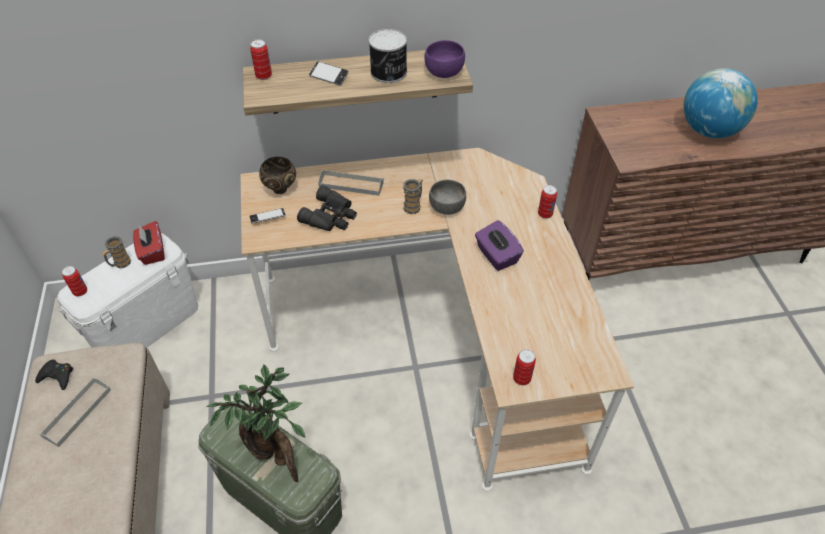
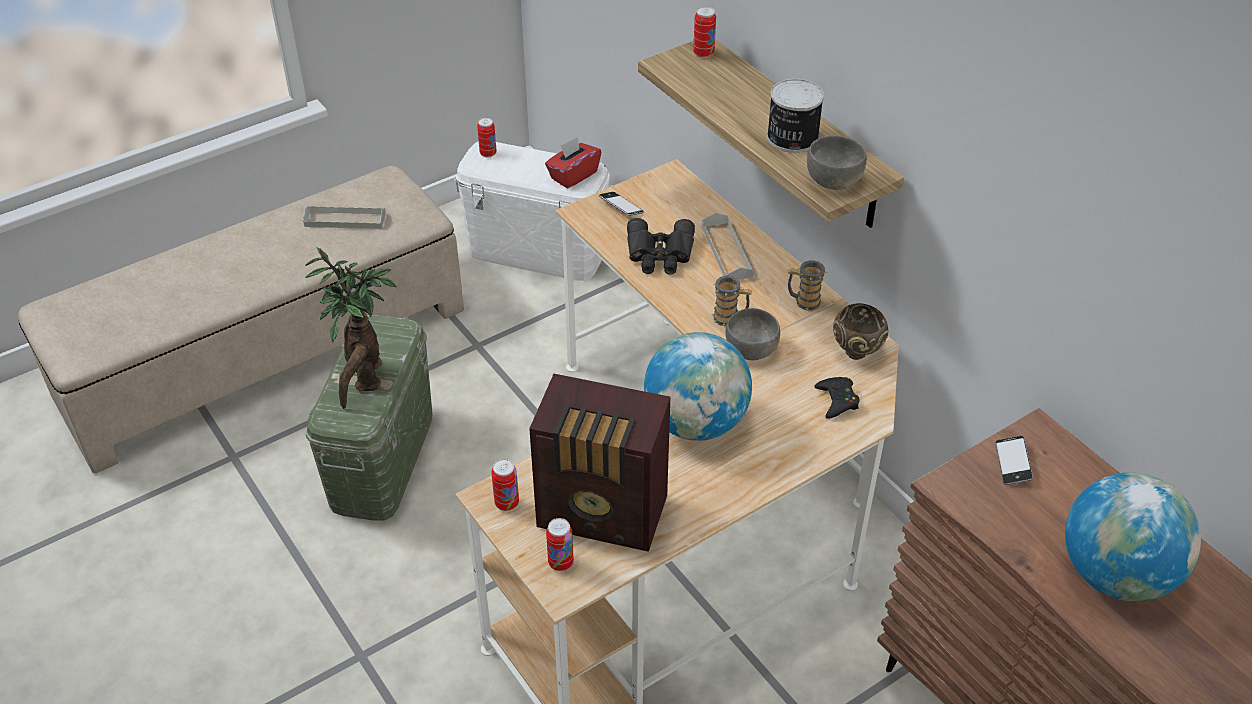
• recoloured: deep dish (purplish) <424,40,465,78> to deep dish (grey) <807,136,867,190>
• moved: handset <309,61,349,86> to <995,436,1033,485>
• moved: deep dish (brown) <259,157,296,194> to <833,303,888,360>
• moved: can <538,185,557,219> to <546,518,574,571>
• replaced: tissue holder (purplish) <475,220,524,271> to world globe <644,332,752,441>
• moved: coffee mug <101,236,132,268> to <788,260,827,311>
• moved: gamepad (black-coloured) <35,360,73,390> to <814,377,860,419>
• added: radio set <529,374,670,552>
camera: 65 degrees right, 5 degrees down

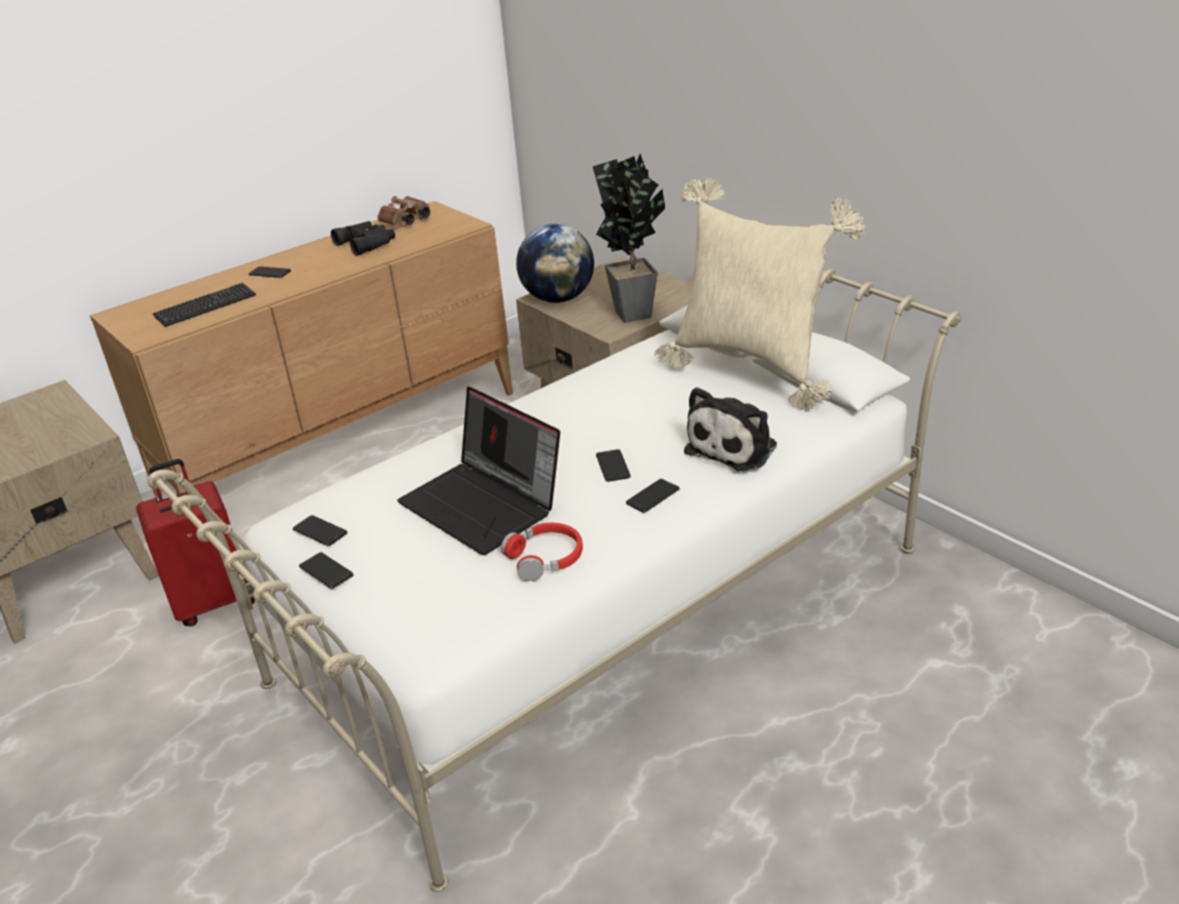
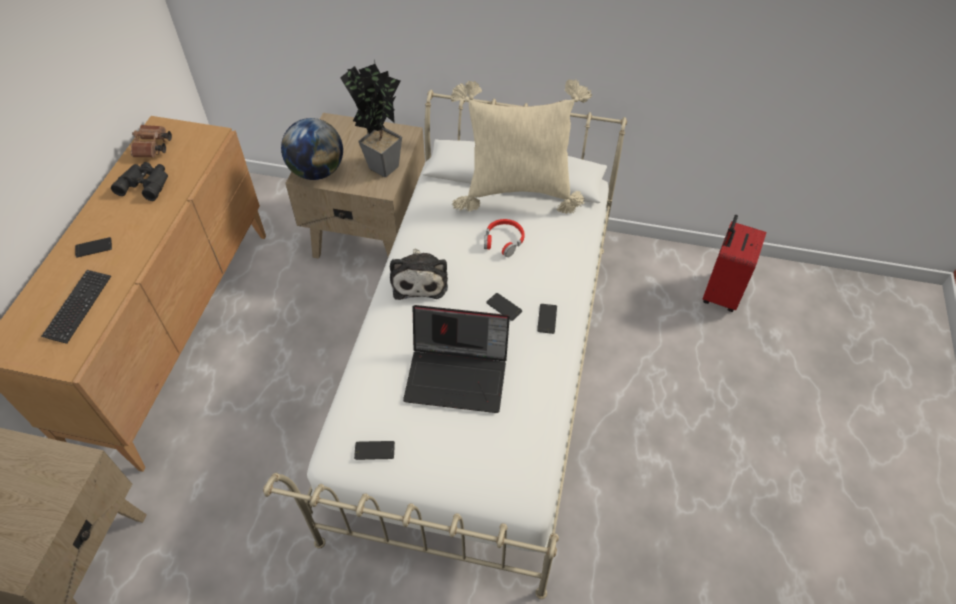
• moved: plush toy <684,387,777,471> to <390,249,448,300>
• moved: piece of luggage (red) <136,459,255,626> to <703,215,766,312>
• moved: headset (red) <501,523,583,581> to <484,219,525,257>
• removed: handset <299,552,353,589>
camera: 40 degrees left, 20 degrees up

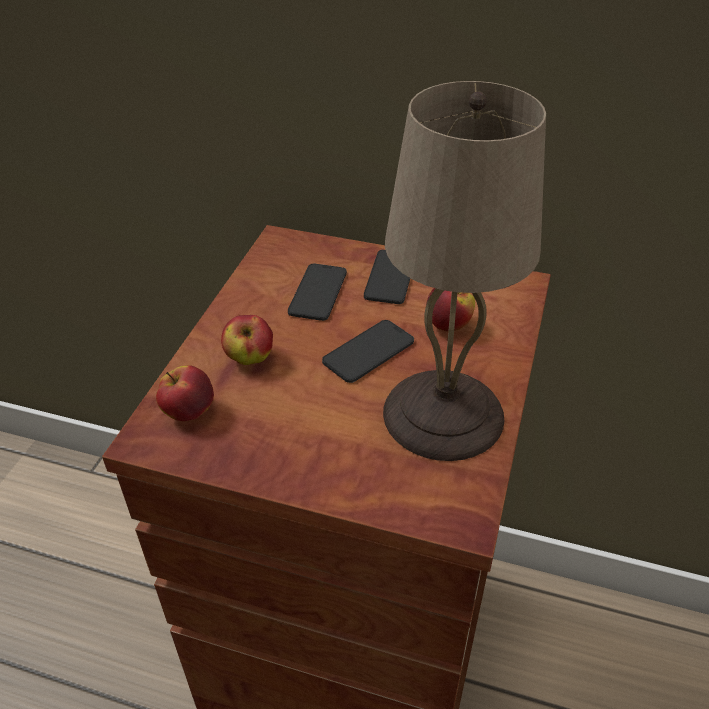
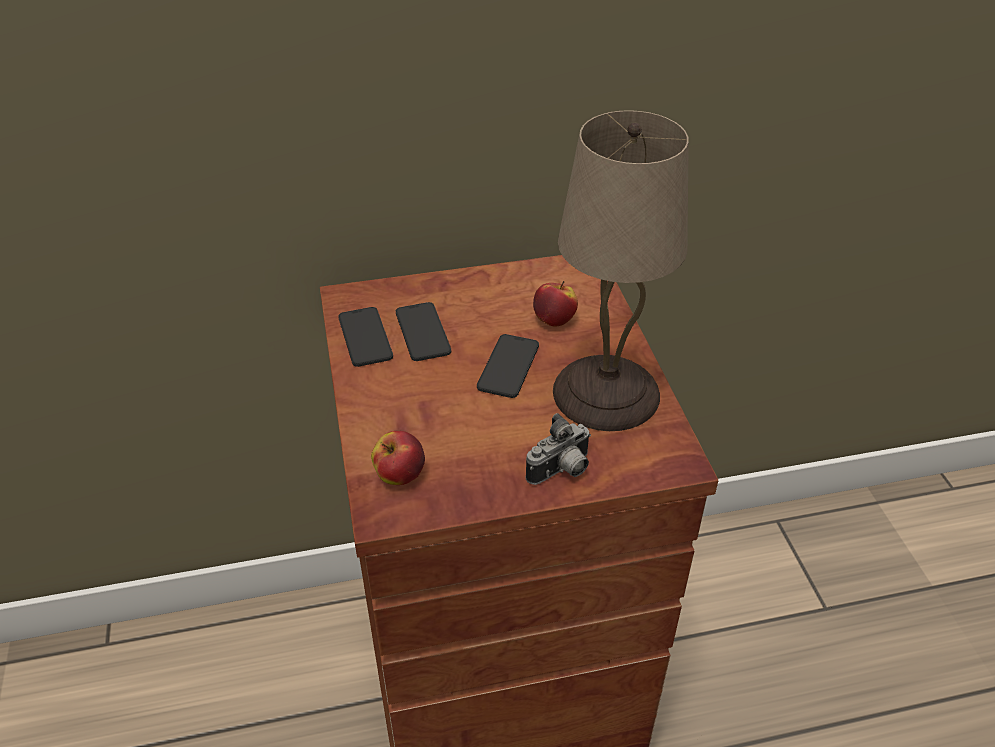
• moved: handset <364,250,410,304> to <338,307,393,367>
• removed: whole apple <221,315,273,365>
• added: photo camera <526,413,591,485>
camera: 30 degrees left, 0 degrees up

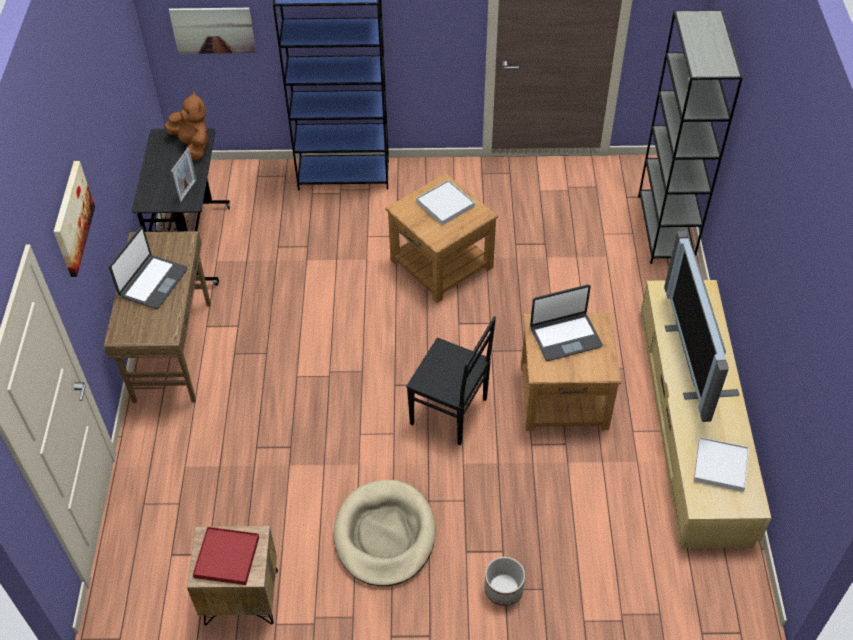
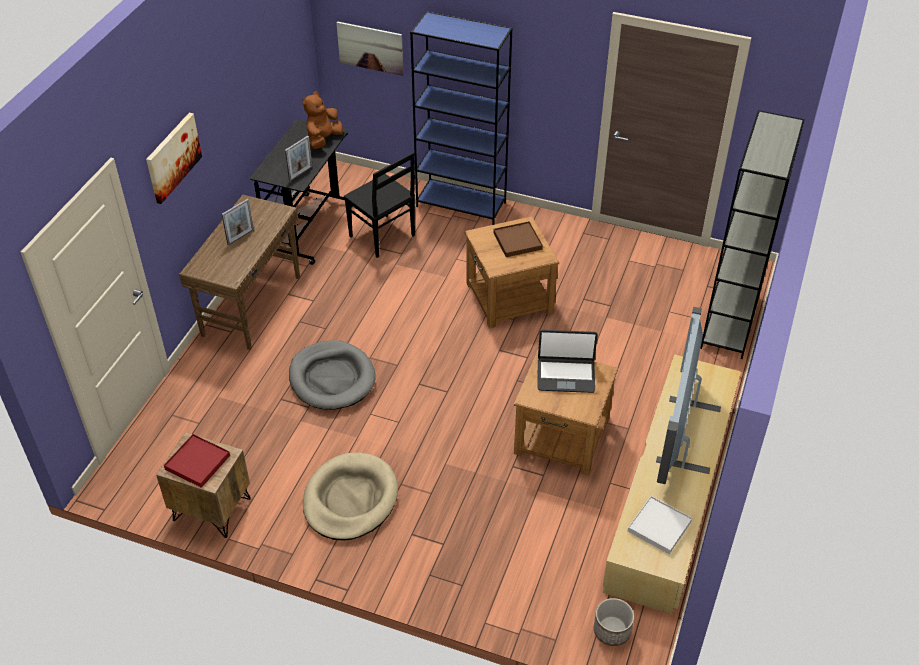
• turned: plush toy (brown) <164,91,209,160> = <302,91,343,149> 135 degrees counterclockwise
• recoloured: serving tray (white-coloured) <416,180,475,225> to serving tray (brown) <493,221,543,257>
• replaced: notebook computer <109,226,188,309> to standing frame <222,199,254,246>
• moved: upright chair (black-coloured) <406,316,496,445> to <344,152,415,258>
• moved: planter <484,557,525,606> to <594,598,634,646>
• added: dog bed (grey) <289,340,376,410>
camera: 20 degrees right, 5 degrees down

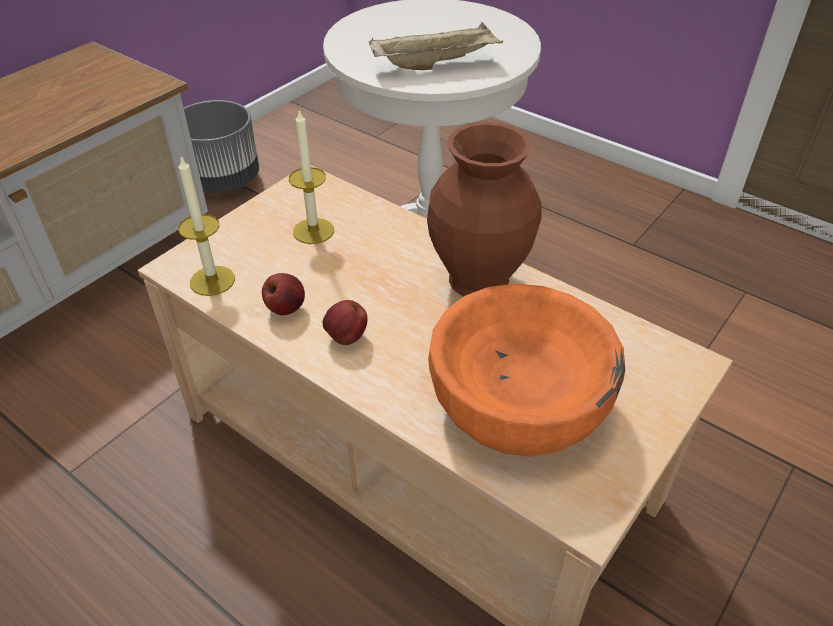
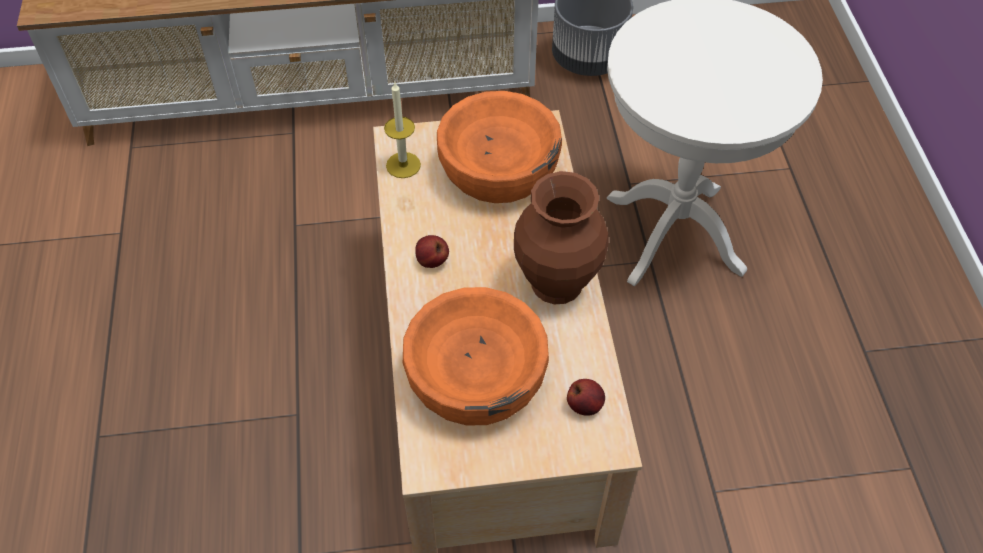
• removed: serving tray (beige) <369,22,503,70>
• replaced: wax candle <289,110,334,244> to deep dish (orange) <437,91,562,203>
• moved: whole apple <262,273,305,315> to <567,379,605,416>
camera: 45 degrees right, 10 degrees up

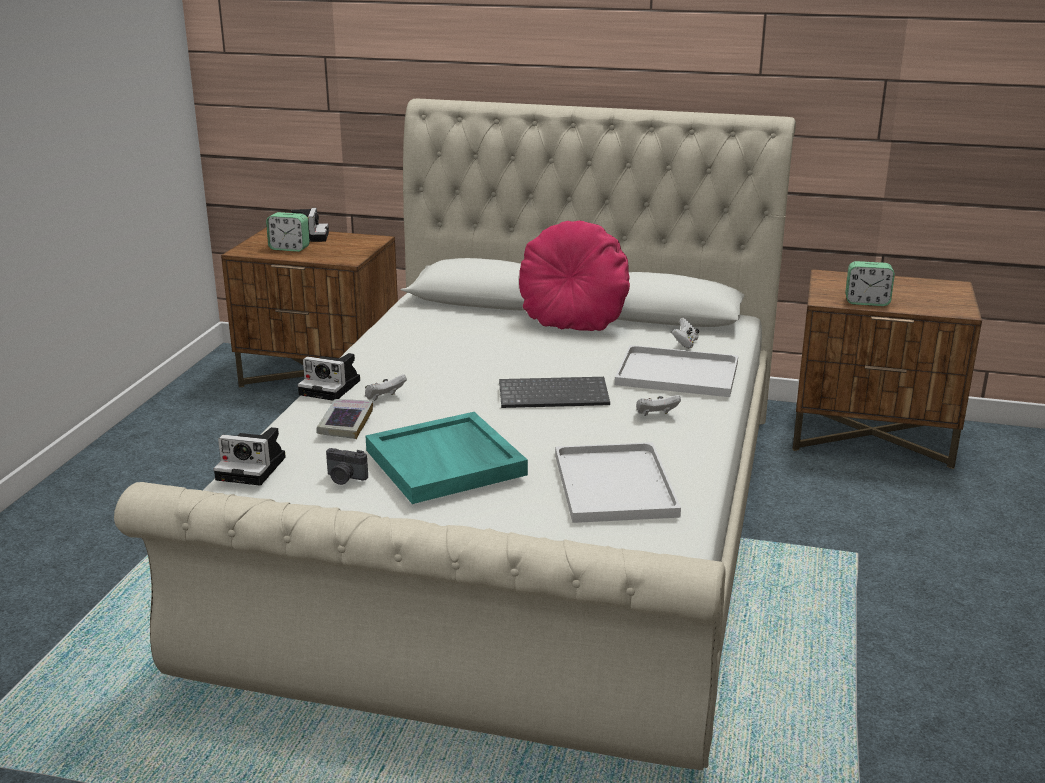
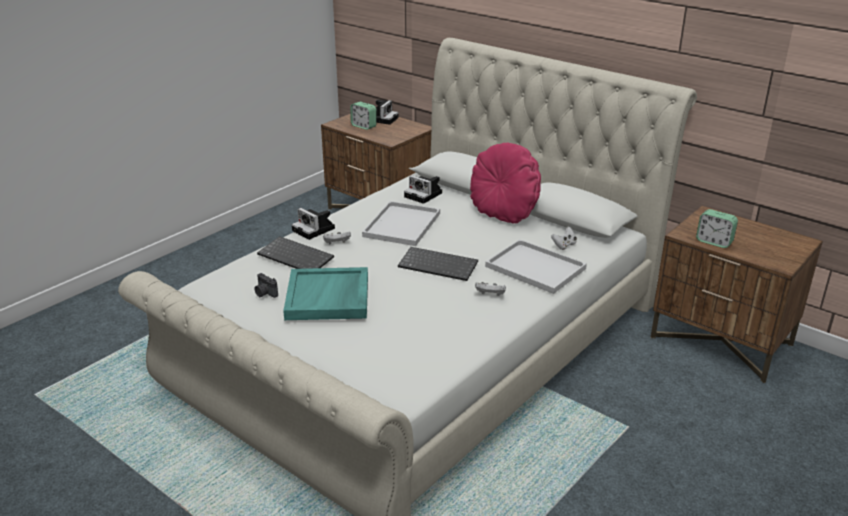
• replaced: volume <317,399,373,439> to keyboard <257,236,334,269>
• moved: photo camera <214,427,286,486> to <404,175,442,204>
• moved: serving tray (white-coloured) <555,442,681,523> to <362,201,440,246>
camera: 25 degrees right, 5 degrees up

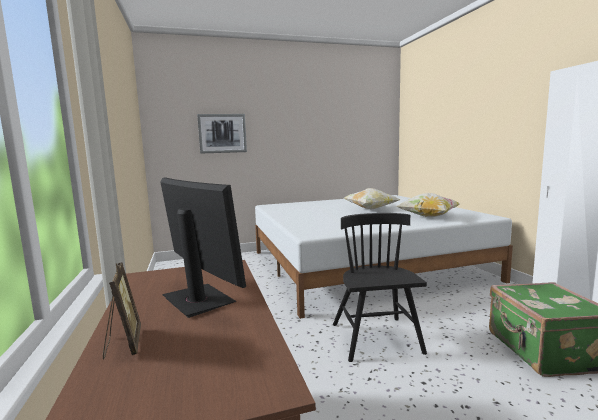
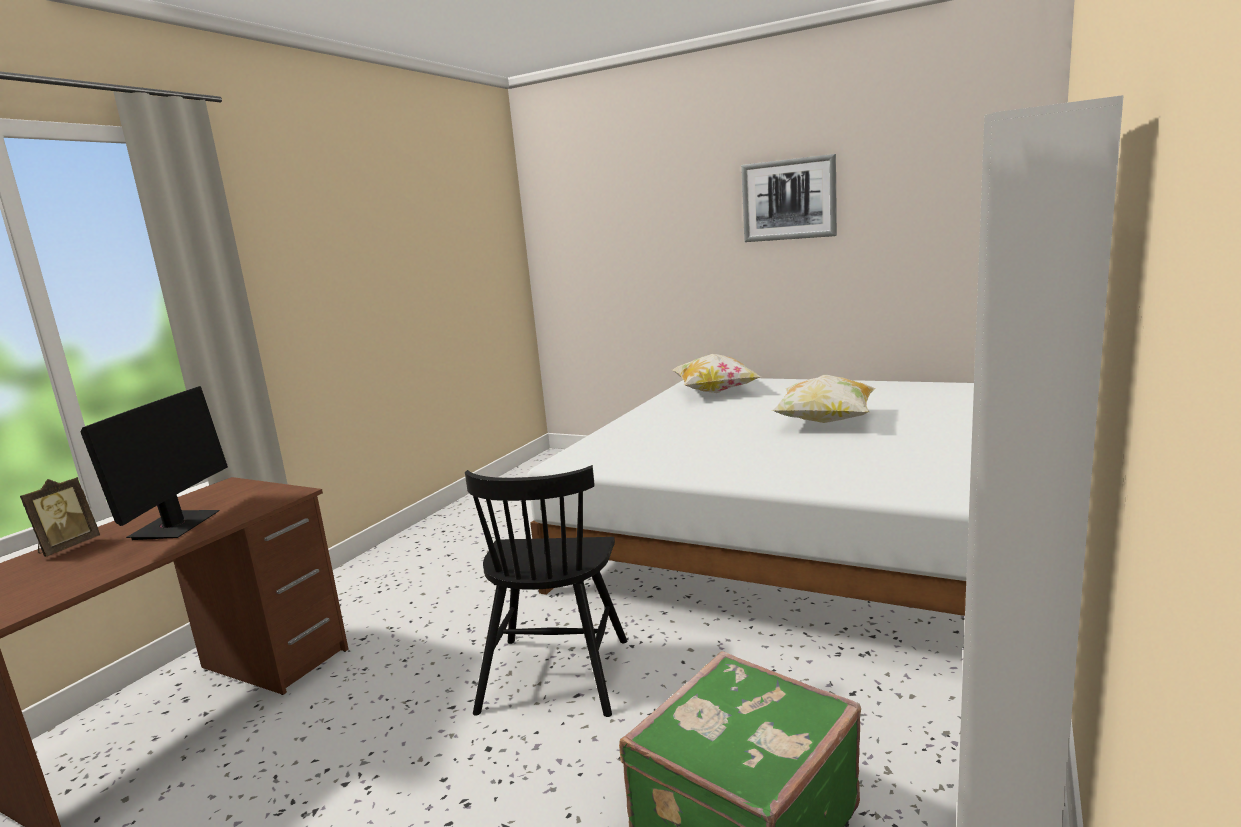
• moved: picture <197,114,247,154> to <741,154,837,242>
• moved: cushion <396,193,460,217> to <673,354,761,393>
• turned: upright chair (black-coloured) <333,213,427,362> = <465,465,627,717> 150 degrees clockwise
camera: 45 degrees right, 5 degrees up

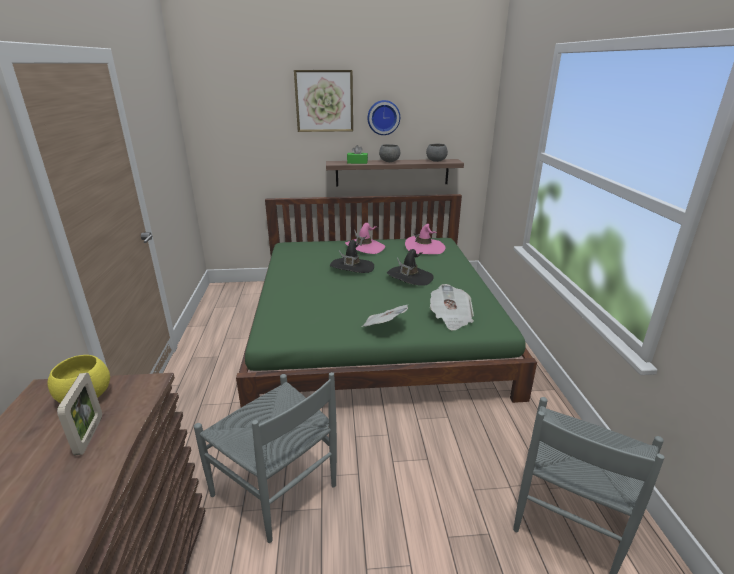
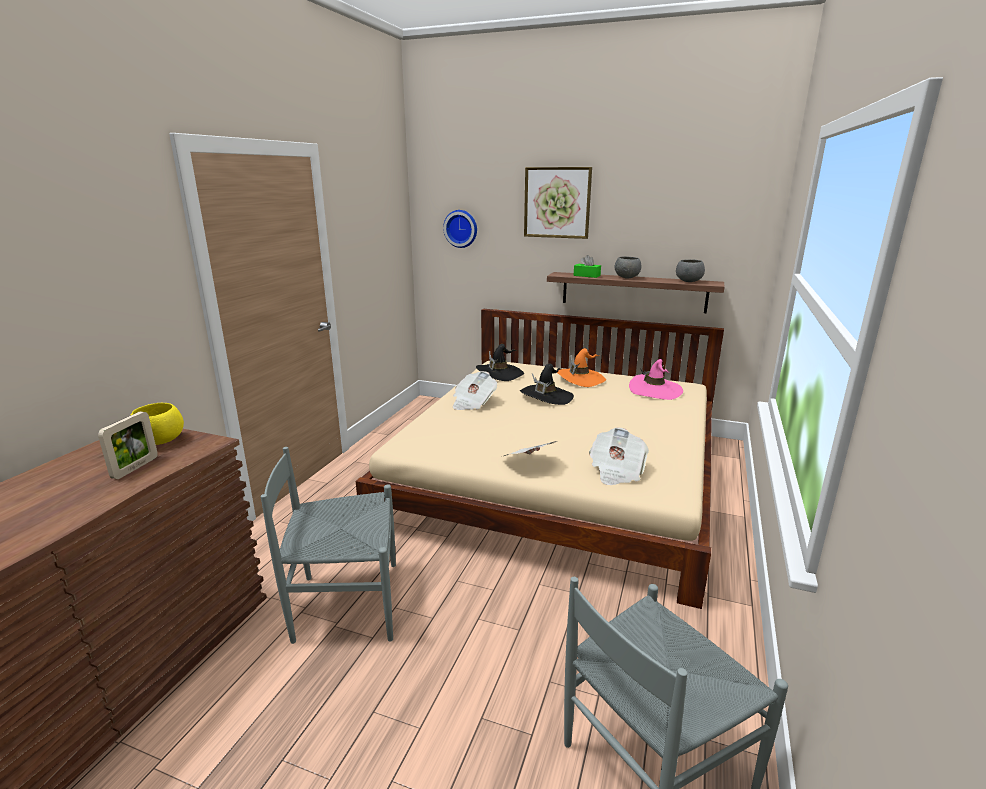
• moved: wall clock <368,100,400,135> to <443,210,477,248>
• recoloured: bedroom bed (greenish) <236,194,537,407> to bedroom bed (beige) <356,309,724,609>
• recoloured: hat (pink-coloured) <345,223,385,254> to hat (orange) <557,348,606,387>
• moved: hat (black-coloured) <387,249,434,286> to <476,344,524,381>
• turned: upright chair (grey) <194,372,337,543> = <261,447,396,644> 105 degrees clockwise
• added: newspaper <453,371,497,410>
camera: 25 degrees right, 5 degrees down

